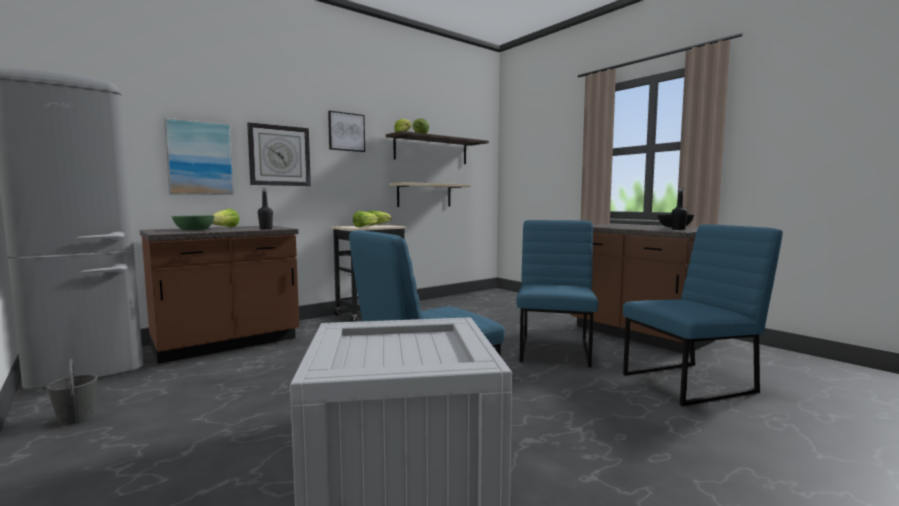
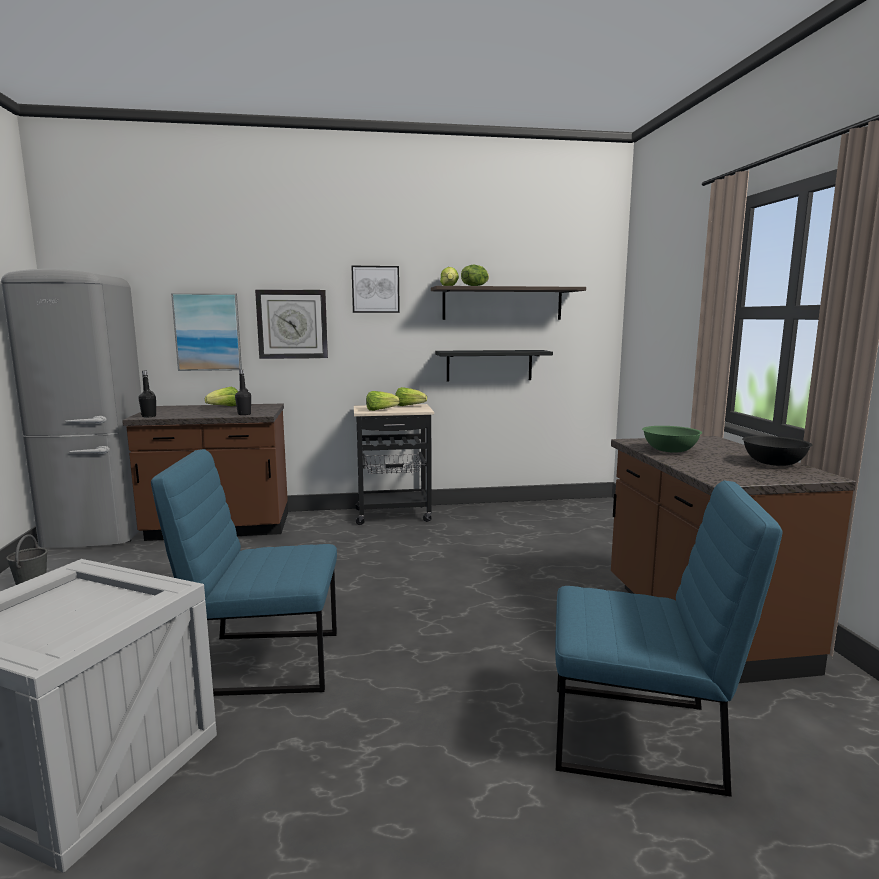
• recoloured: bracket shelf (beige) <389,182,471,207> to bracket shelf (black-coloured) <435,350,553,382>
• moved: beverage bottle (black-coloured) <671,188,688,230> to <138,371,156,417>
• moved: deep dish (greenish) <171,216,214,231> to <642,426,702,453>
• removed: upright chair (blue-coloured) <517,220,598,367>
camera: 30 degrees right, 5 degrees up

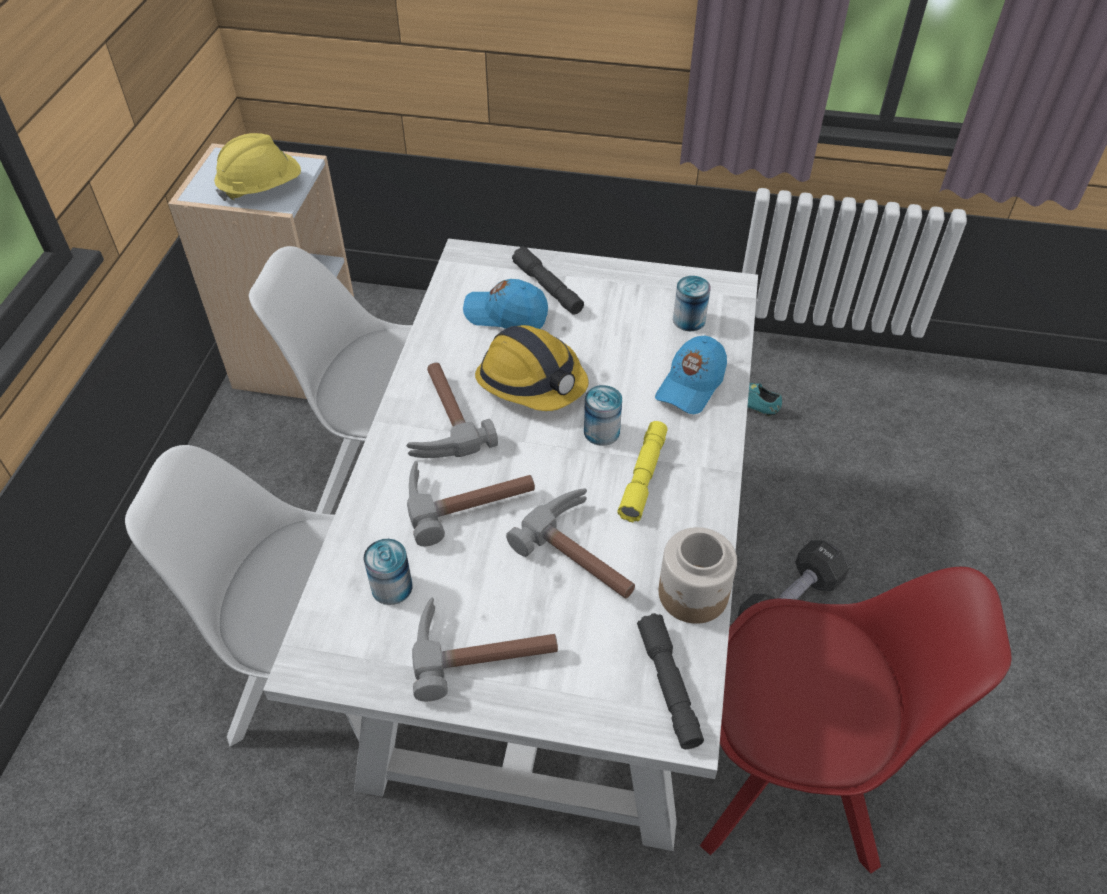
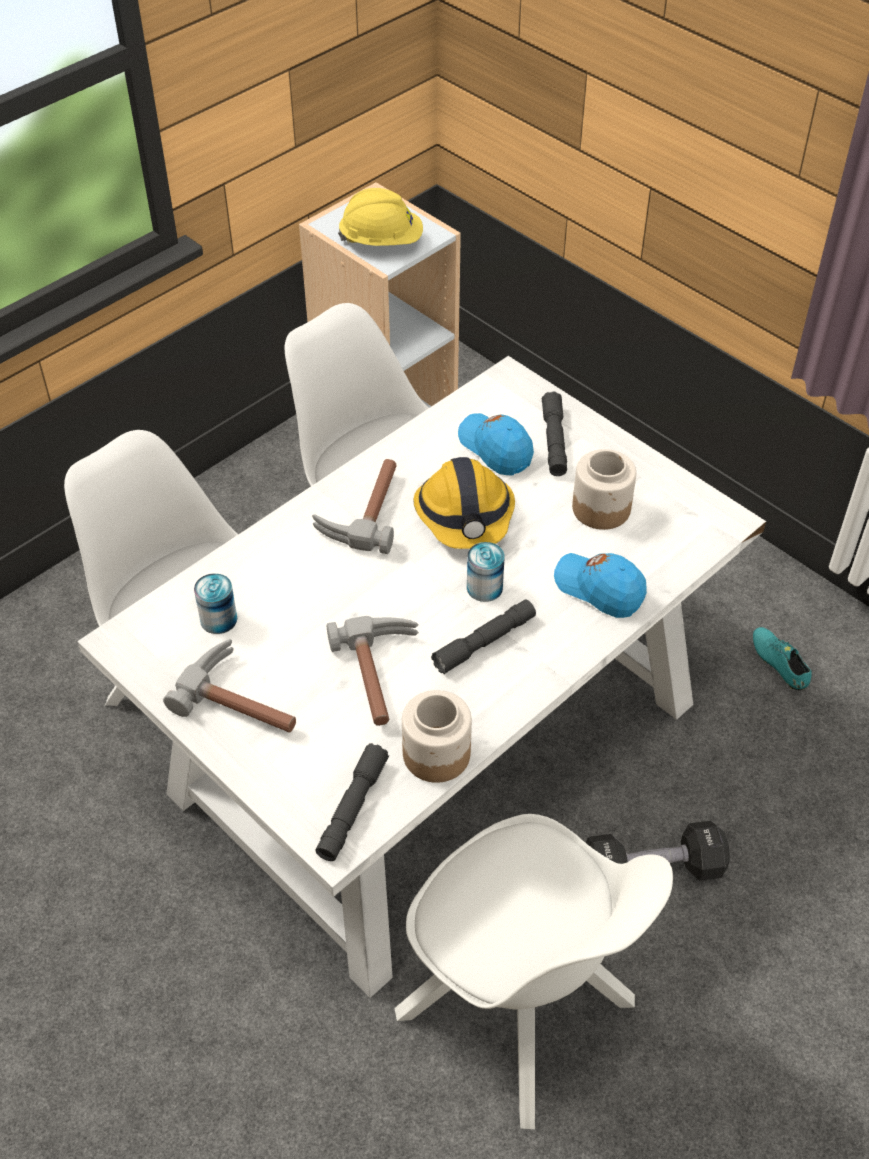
• removed: can <673,276,711,331>
• turned: cap (blue-coloured) <655,336,727,414> = <554,553,647,618> 60 degrees clockwise
• recoloured: hand torch (yellow-coloured) <617,421,668,522> to hand torch (grey) <431,599,536,674>
• removed: hand hammer <407,461,535,547>
• recoloured: upright chair (red) <700,567,1011,874> to upright chair (white-coloured) <395,814,673,1129>
• added: storage jar <572,449,636,530>
camera: 35 degrees right, 0 degrees up

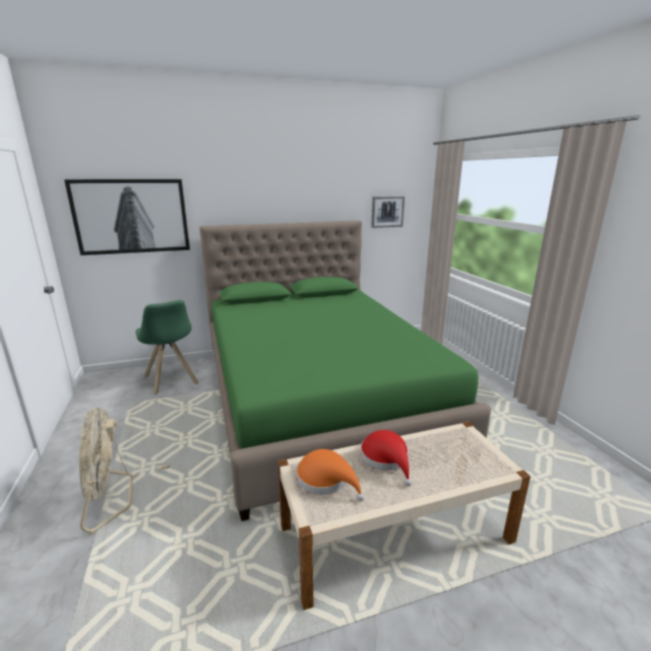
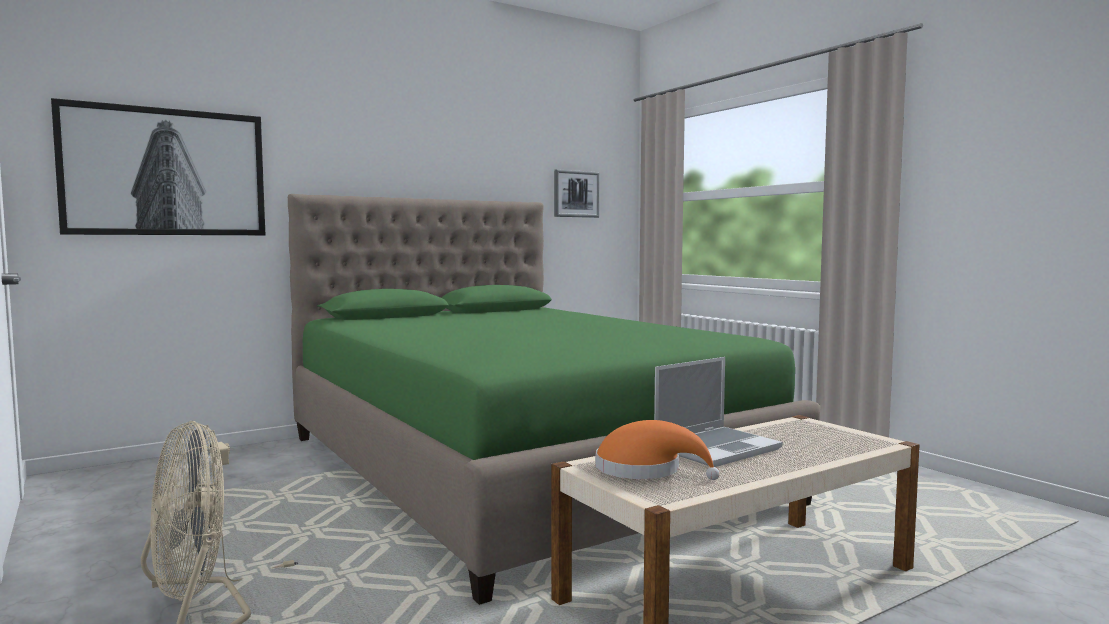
• removed: upright chair (greenish) <136,300,199,395>
• replaced: hat (red) <360,430,412,486> to notebook computer <654,357,783,467>
camera: 15 degrees left, 15 degrees down

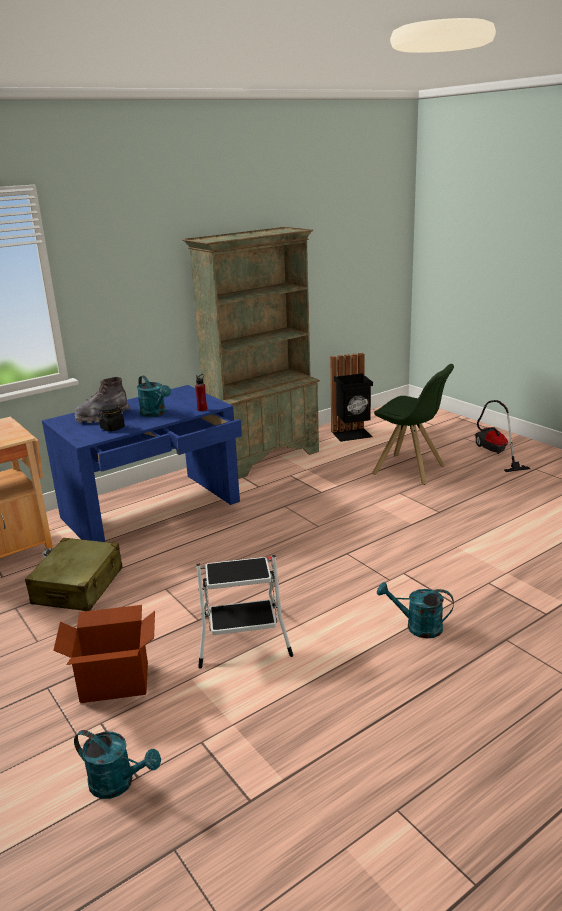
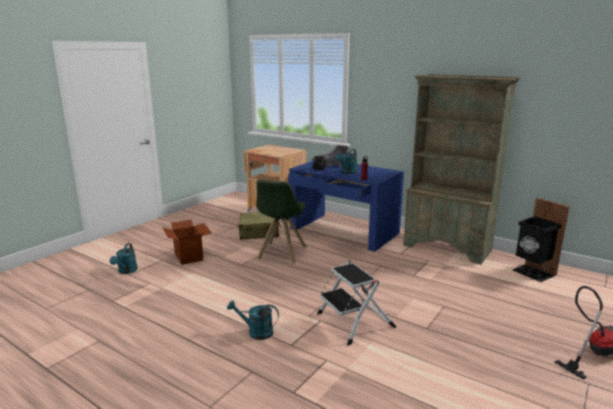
• moved: upright chair (greenish) <372,364,454,485> to <256,180,306,263>
• moved: step ladder <197,555,293,669> to <317,260,396,345>
• turned: sprinkling can (turquoise) <377,582,454,638> = <227,300,279,340> 75 degrees counterclockwise
camera: 70 degrees right, 5 degrees down

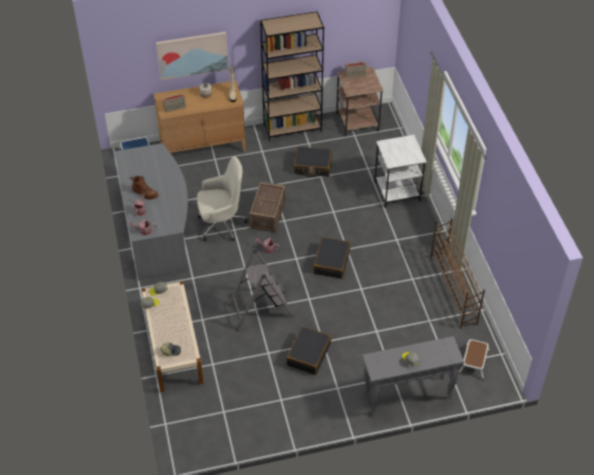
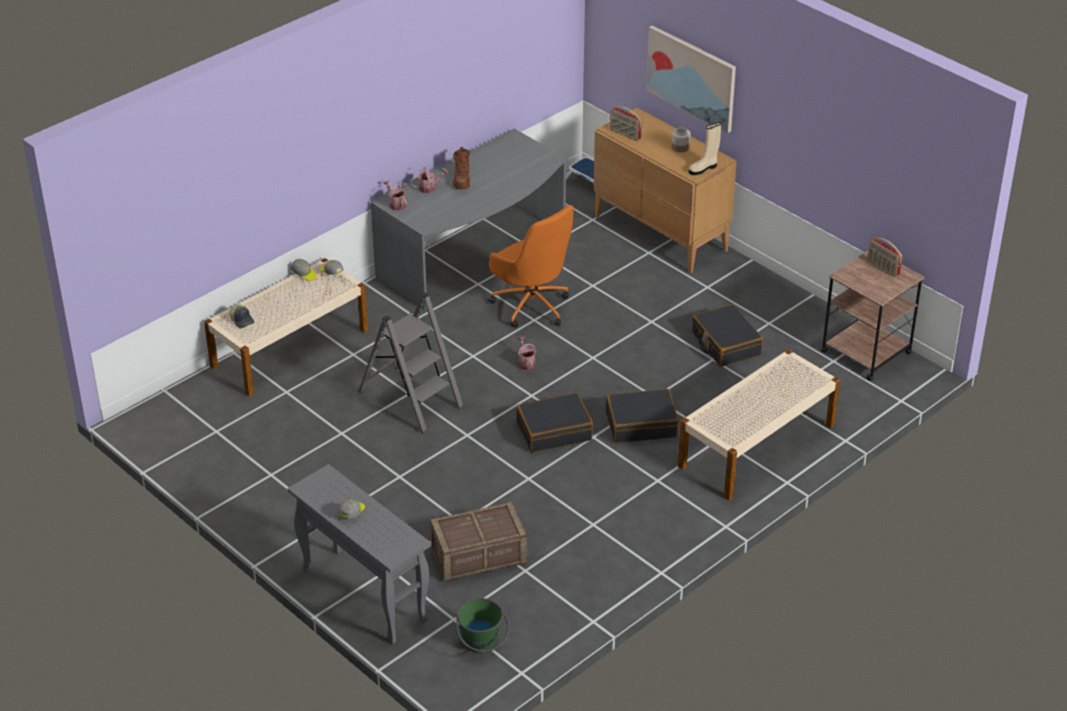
• removed: bookshelf (beige) <260,11,324,141>
• replaced: cart (white-coloured) <374,135,427,208> to indoor bench (beige) <678,349,840,501>
• recoloured: desk chair (beige) <197,156,249,241> to desk chair (orange) <488,205,574,328>
• moved: crate <249,182,286,232> to <430,502,527,582>
• removed: shoe stand (brown) <430,219,485,328>
• moved: piece of luggage (black-coloured) <286,326,331,375> to <606,389,679,443>
• replaced: step ladder (brown) <458,339,491,381> to water bucket (greenish) <456,598,510,653>
camera: 60 degrees right, 10 degrees down

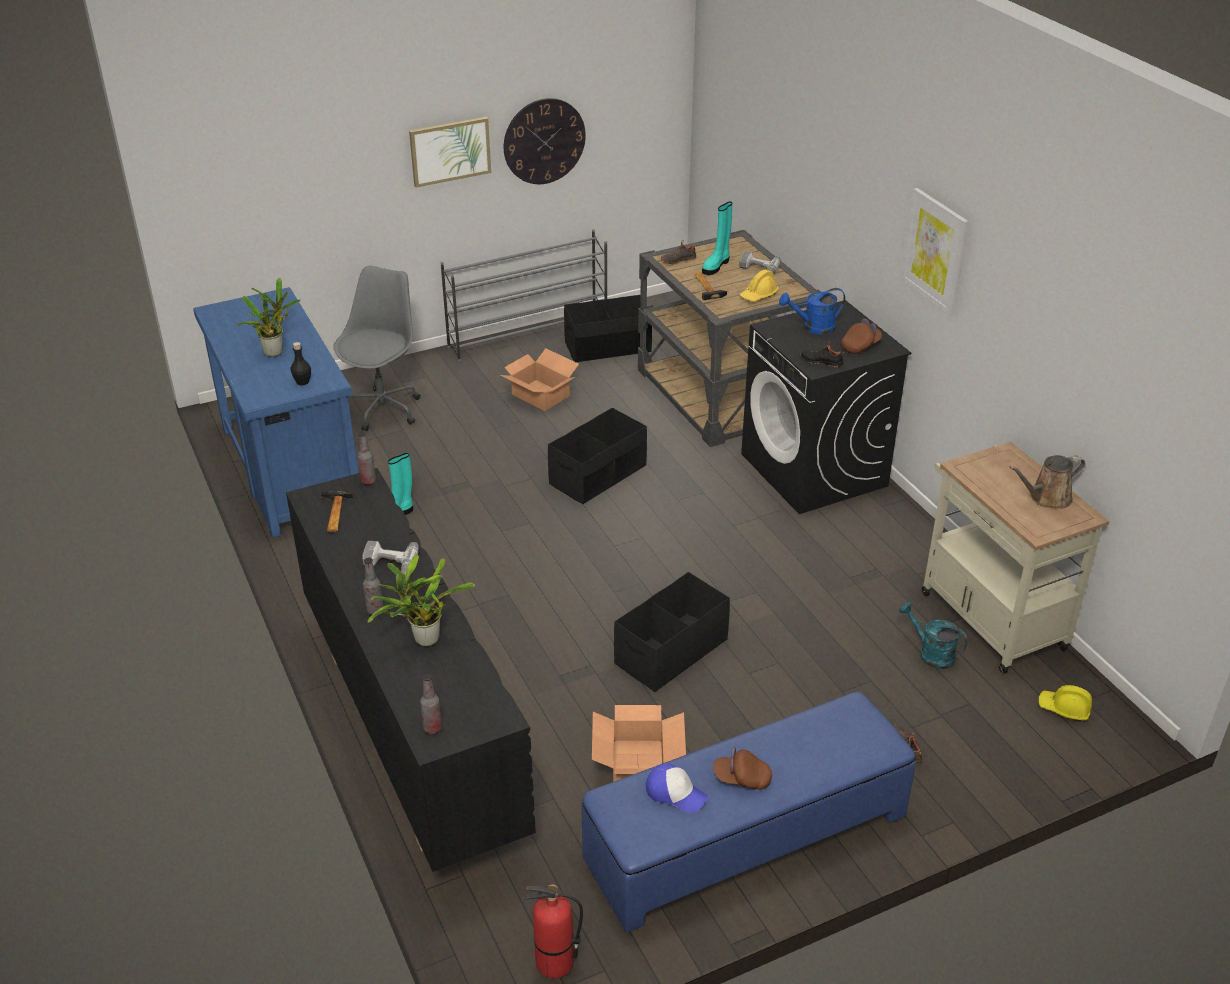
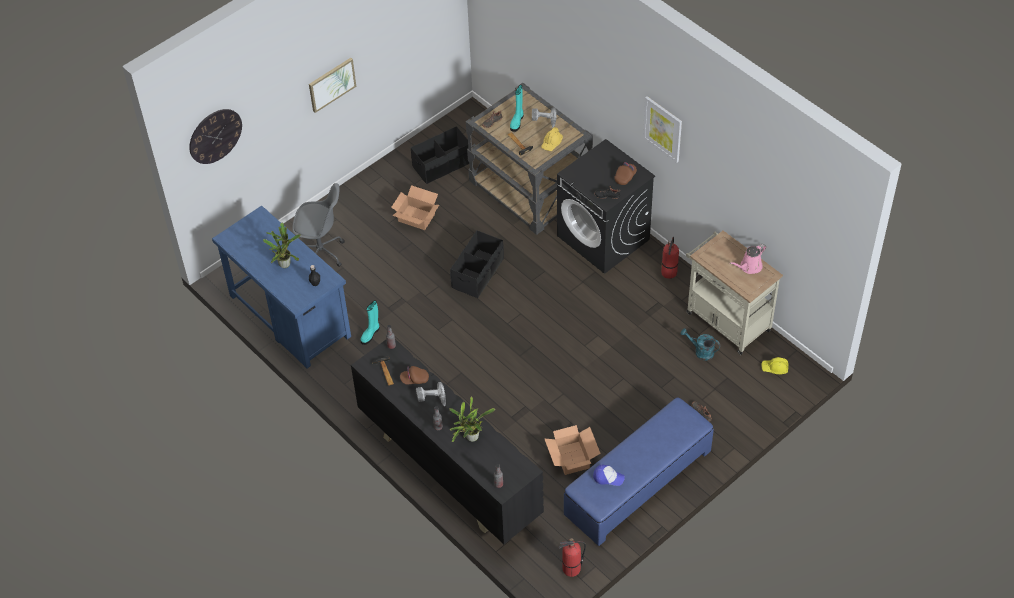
• moved: wall clock <504,98,586,184> to <189,109,242,164>
• removed: shoe stand (grey) <441,229,607,361>
• turned: desk chair (grey) <333,266,421,431> = <292,183,345,267> 90 degrees clockwise
• removed: sprinkling can (blue-coloured) <779,288,845,335>
• recoloured: sprinkling can (brown) <1009,455,1086,509> to sprinkling can (pink-coloured) <730,244,766,274>
• removed: storage bin (black-coloured) <614,572,730,692>
• moved: cap (brown) <713,746,772,790> to <400,366,429,384>
• added: fire extinguisher <661,237,679,279>
camera: 15 degrees left, 15 degrees up

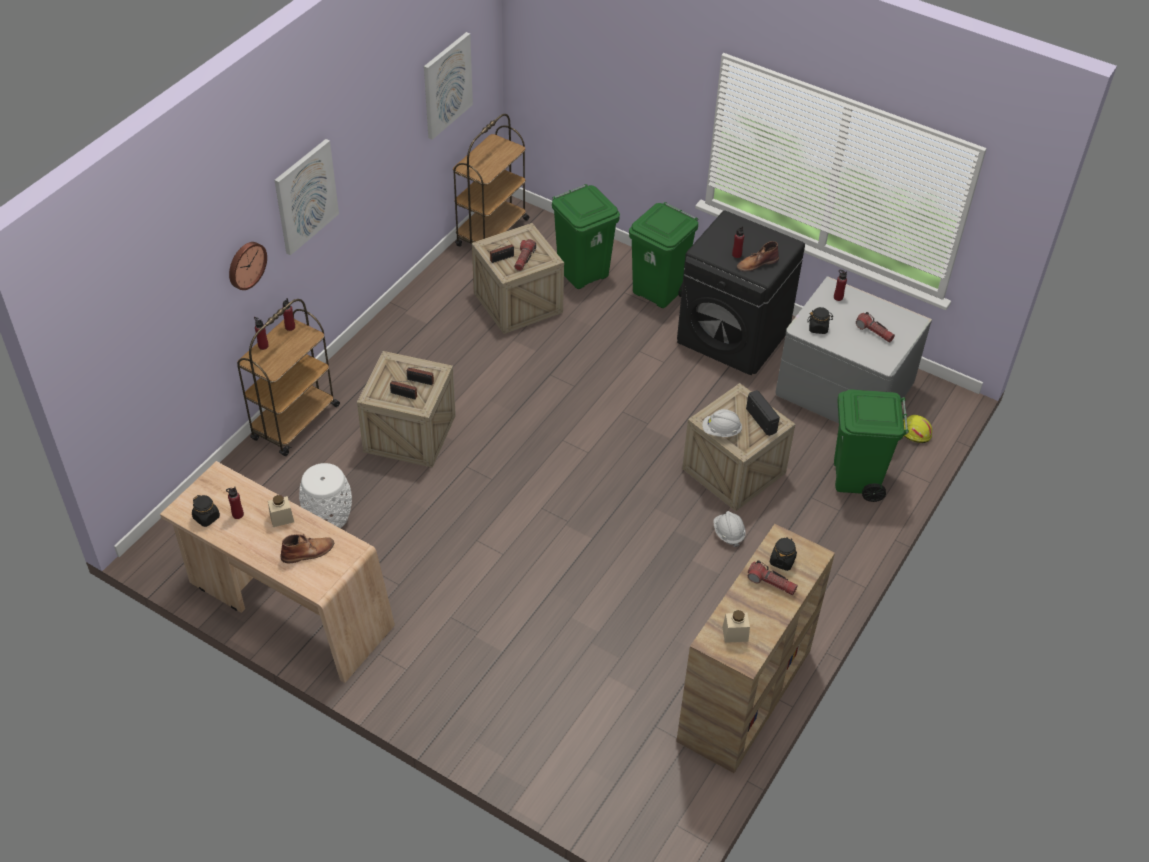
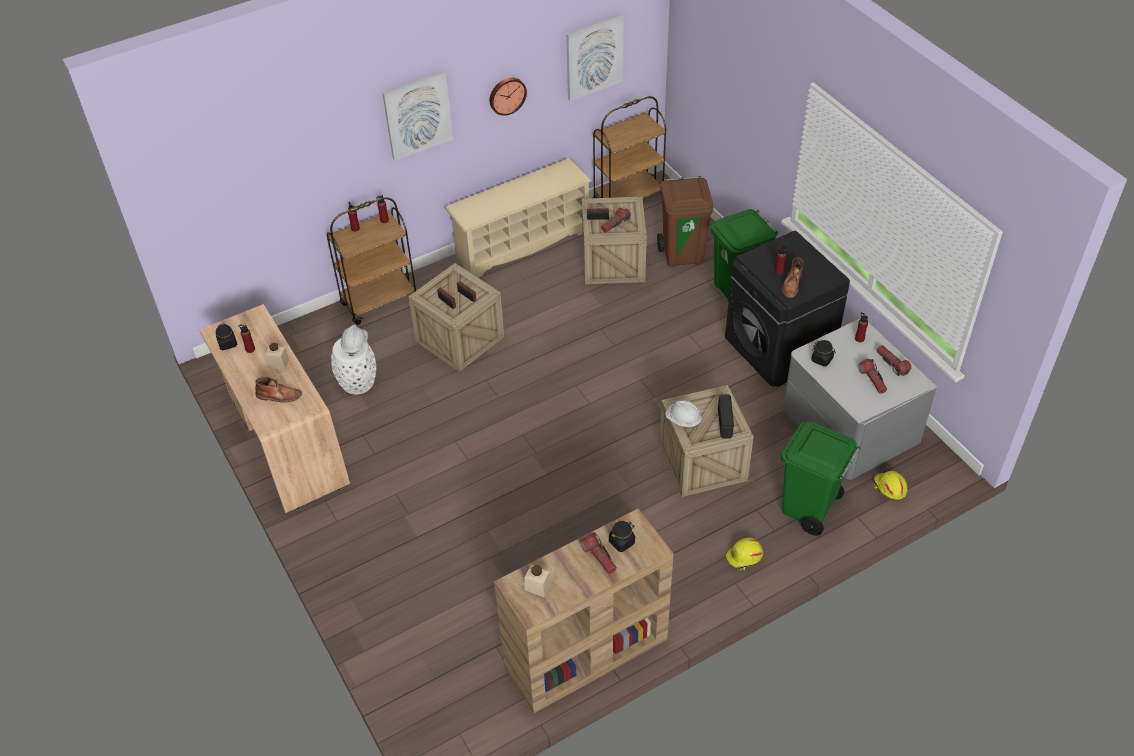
• recoloured: waste bin (greenish) <552,184,620,289> to waste bin (brown) <657,176,713,267>
• turned: boot (brown) <737,241,779,272> = <782,257,804,298> 75 degrees counterclockwise
• moved: wall clock <229,242,267,290> to <490,78,527,116>
• moved: hard hat (white-coloured) <713,511,746,547> to <341,324,368,356>
• added: shoe stand (beige) <445,158,591,278>
• added: hand torch <877,345,912,376>
• added: hard hat (yellow-coloured) <726,538,763,571>
camera: 30 degrees right, 0 degrees up

